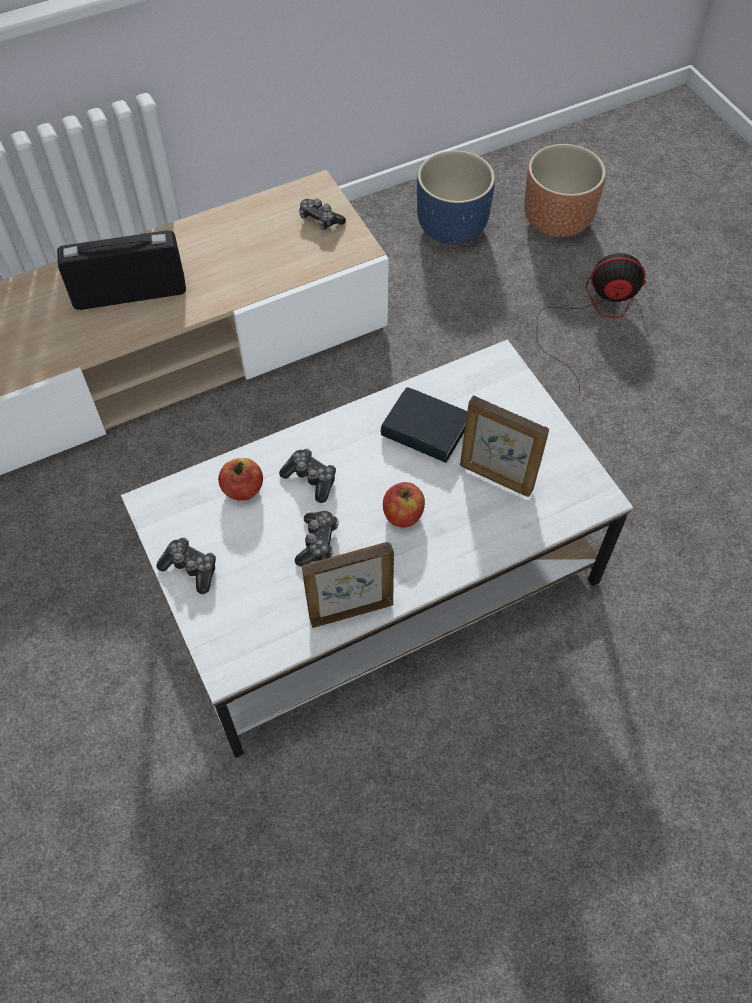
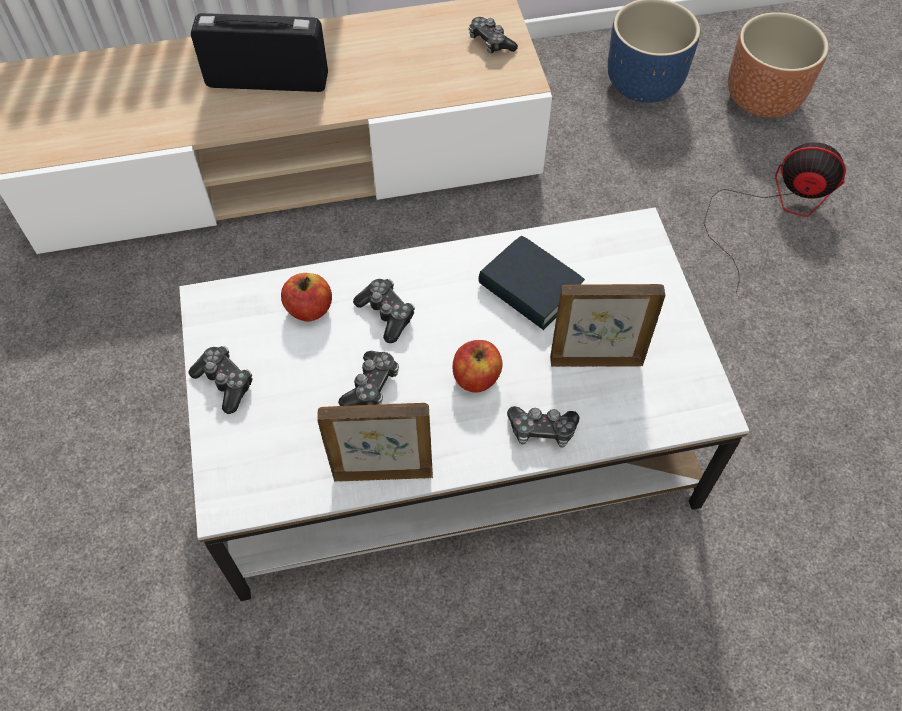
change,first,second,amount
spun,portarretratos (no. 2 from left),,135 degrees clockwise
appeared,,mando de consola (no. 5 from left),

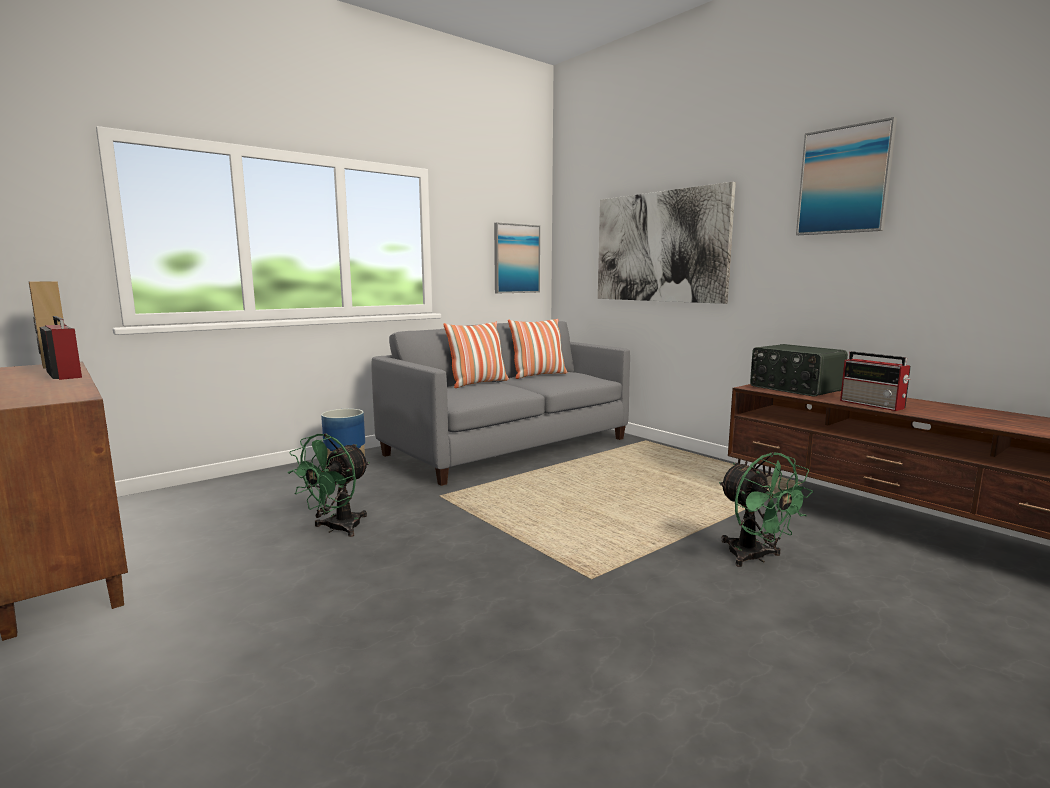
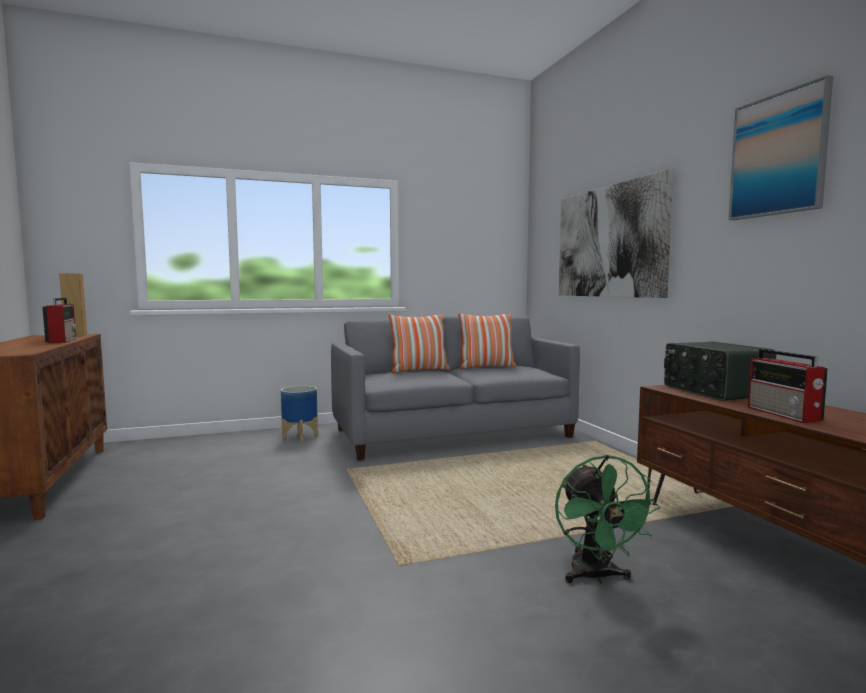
change,first,second,amount
missing,cuadro (no. 1 from left),,
missing,ventilador (verde) (no. 1 from left),,

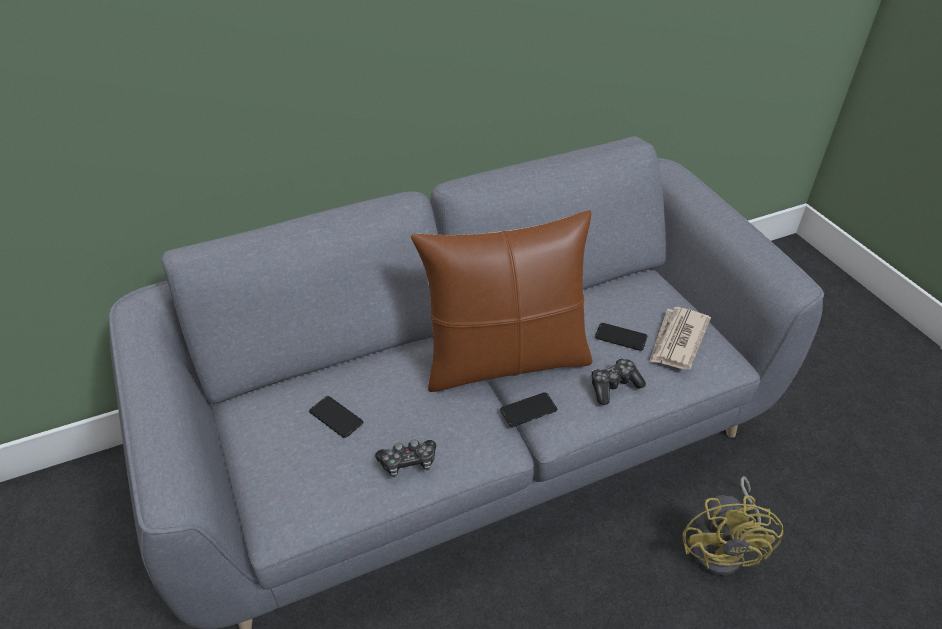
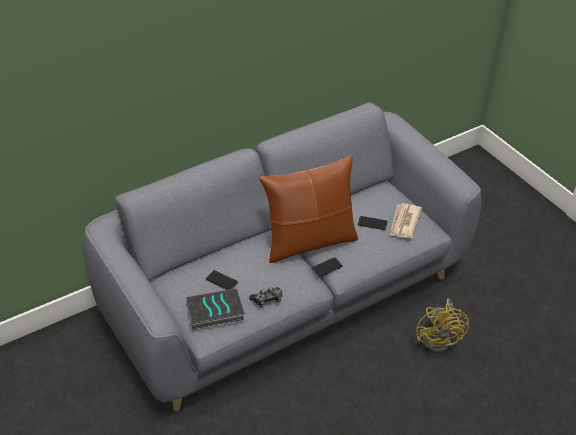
change,first,second,amount
missing,mando de consola (no. 2 from left),,
appeared,,libro,

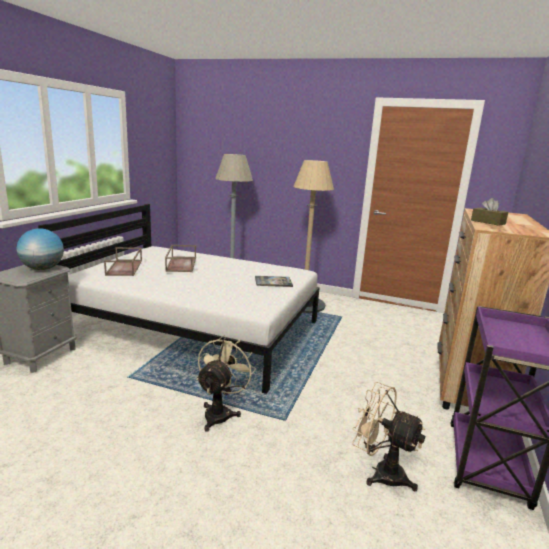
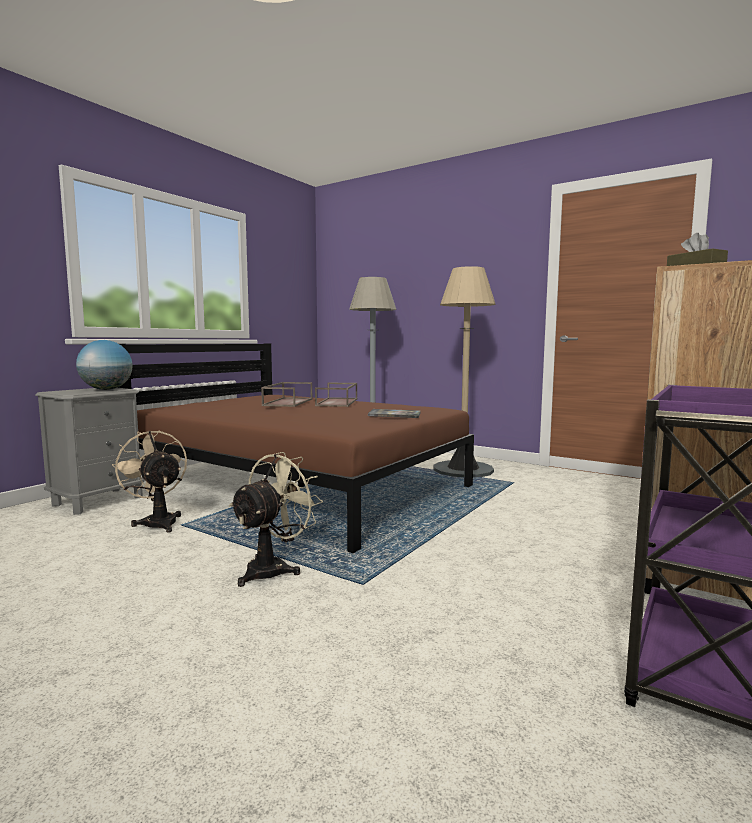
change,first,second,amount
colour,cama (blanco),cama (marrón),
relocated,bandeja (marrón) (no. 1 from left in the first image),bandeja (marrón) (no. 2 from left),
relocated,ventilador (beis) (no. 2 from left in the first image),ventilador (beis) (no. 1 from left),

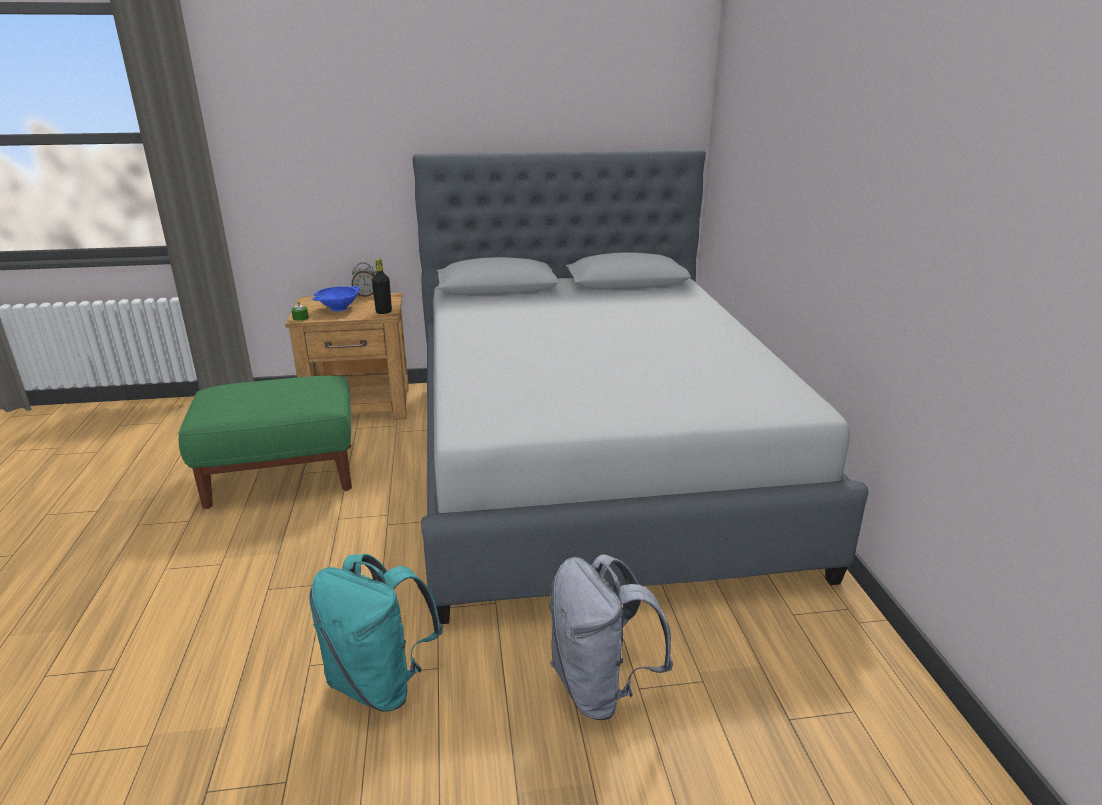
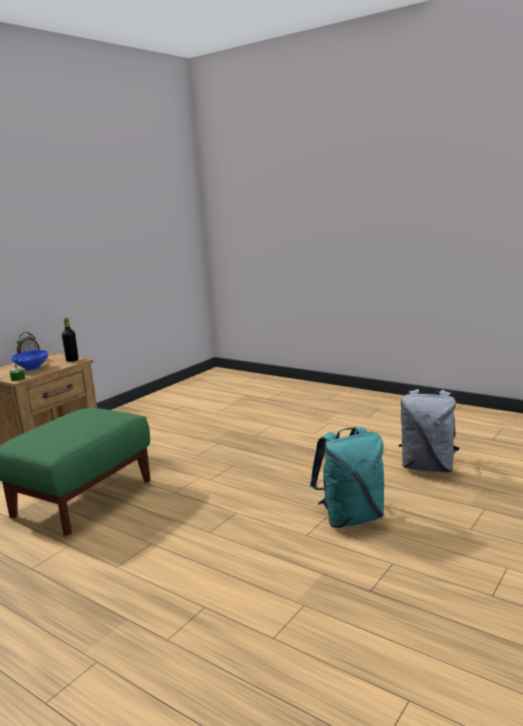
change,first,second,amount
missing,cama (gris),,

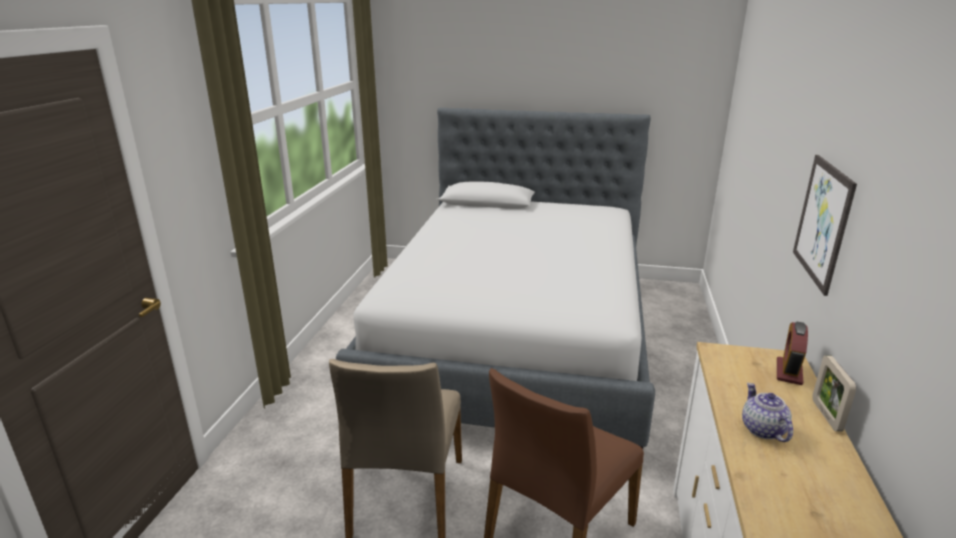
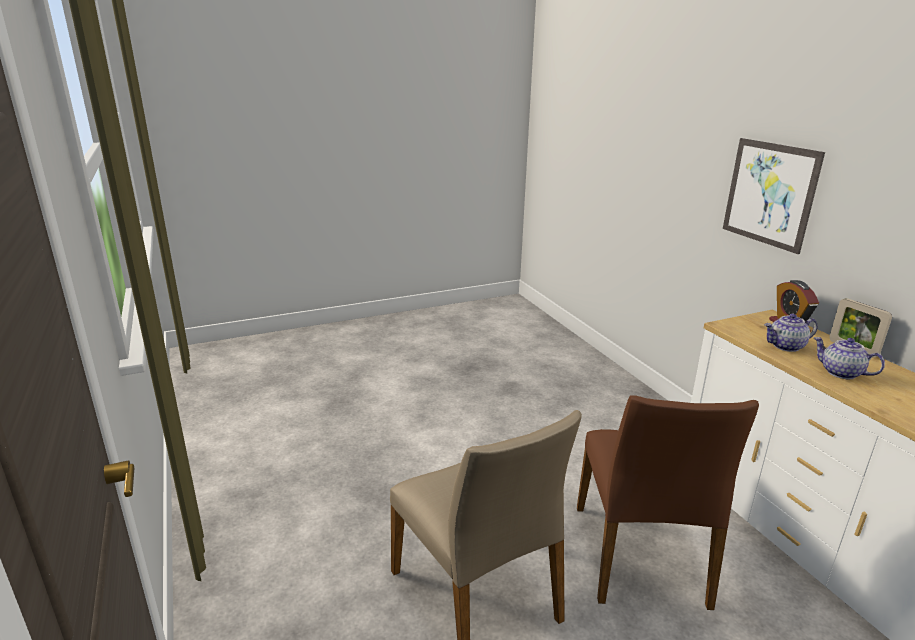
change,first,second,amount
missing,cama,,
appeared,,tetera (no. 1 from left),

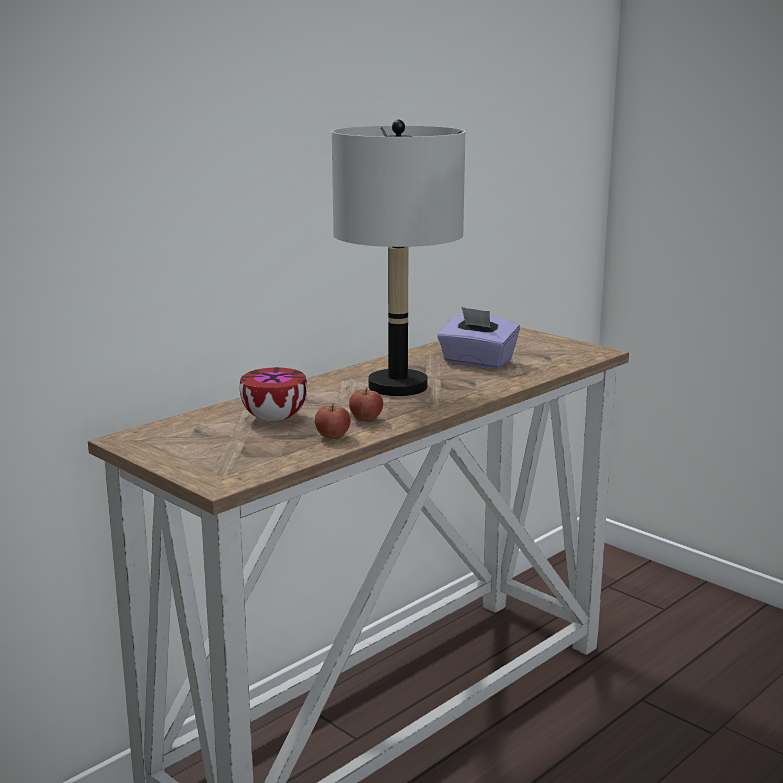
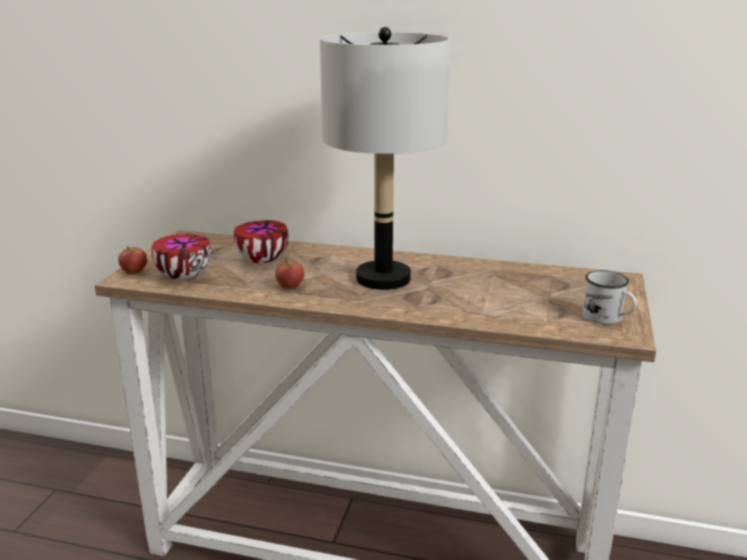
change,first,second,amount
missing,caja de pañuelos (morado),,
relocated,manzana (no. 1 from left),,
appeared,,cuenco (no. 1 from left),
appeared,,taza grande (blanco),

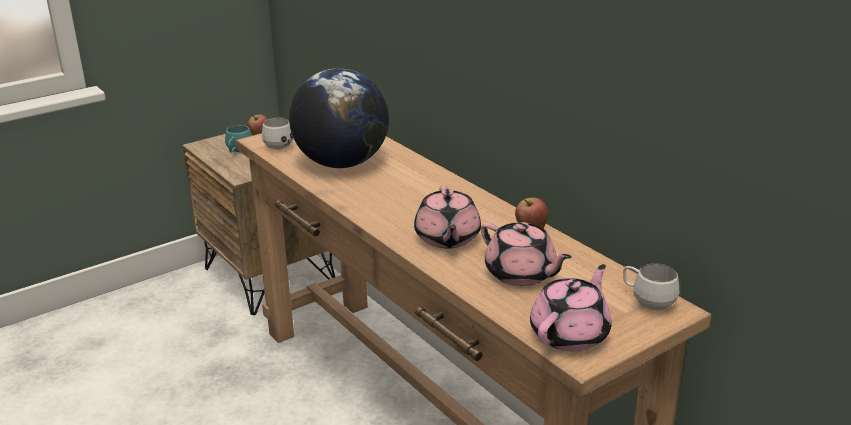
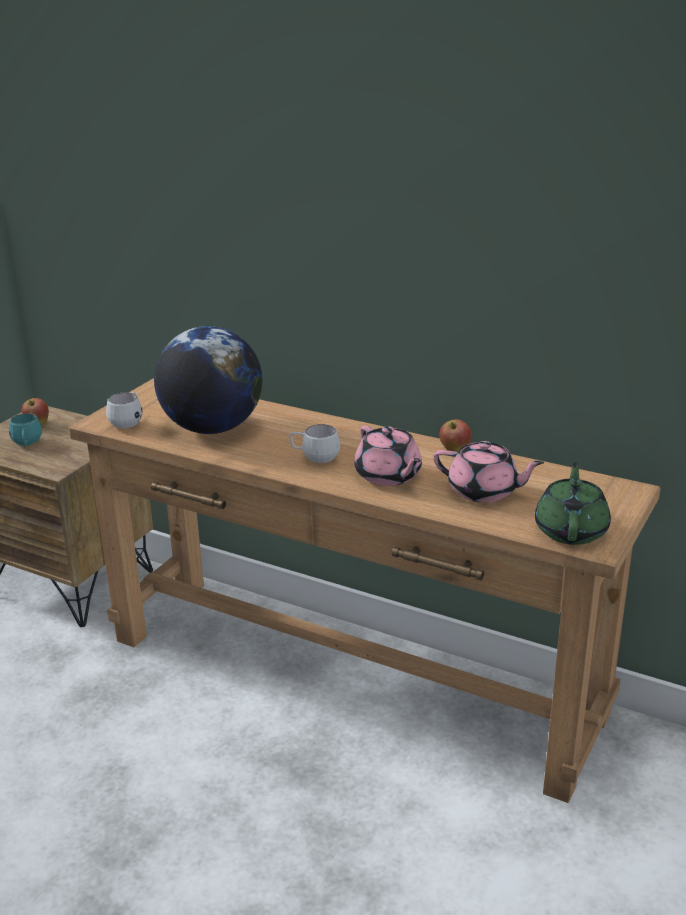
change,first,second,amount
relocated,taza grande (blanco) (no. 2 from left),,
colour,tetera (rosa) (no. 3 from left),tetera (verde),

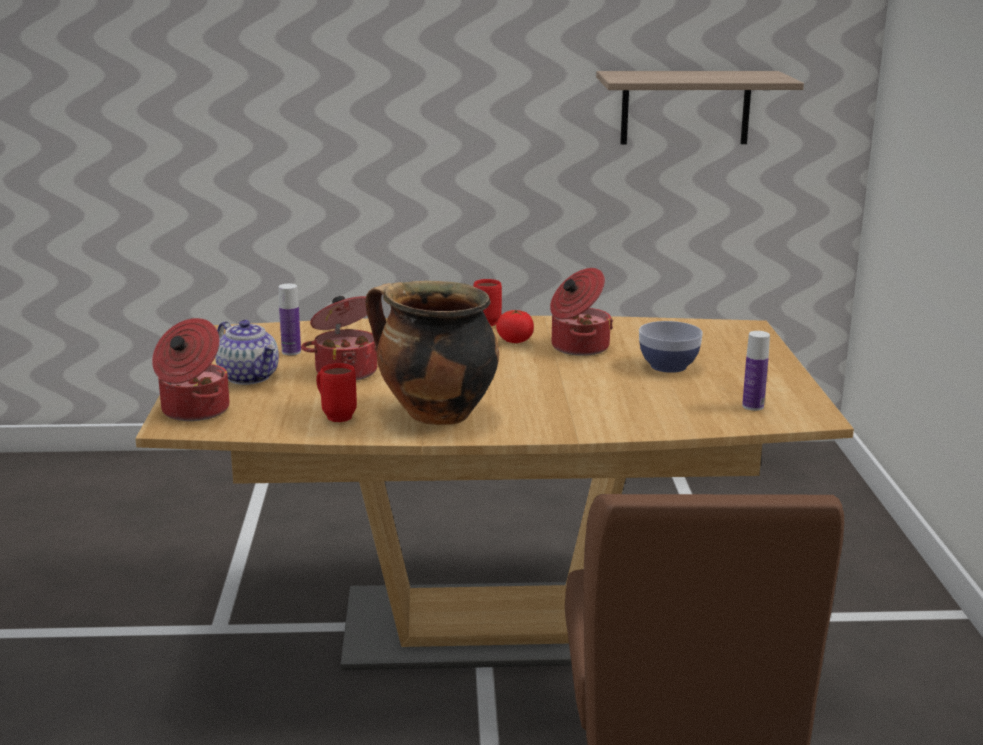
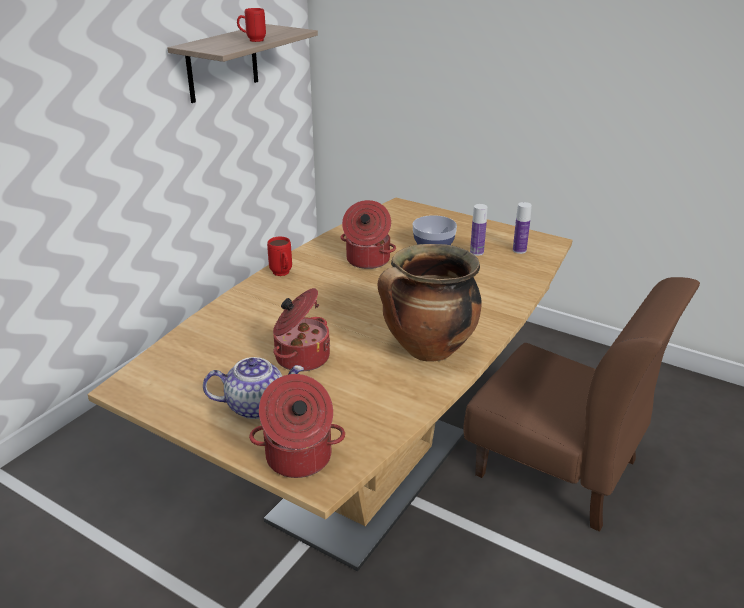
change,first,second,amount
relocated,botella (no. 1 from left),,
missing,tomate,,
relocated,taza grande (rojo) (no. 1 from left),,

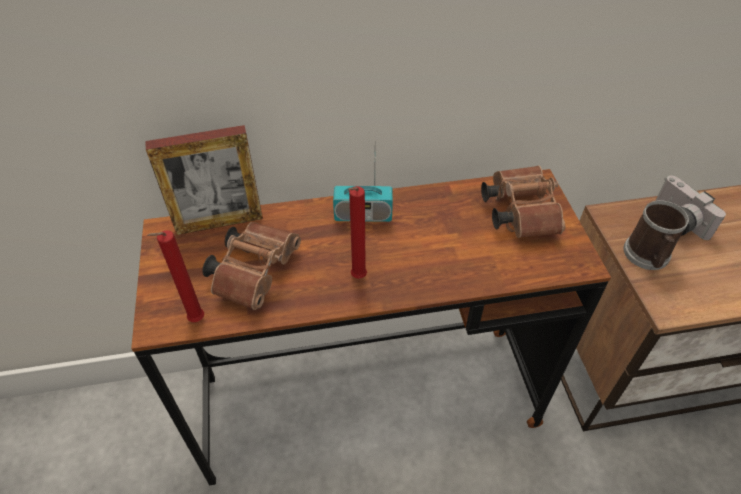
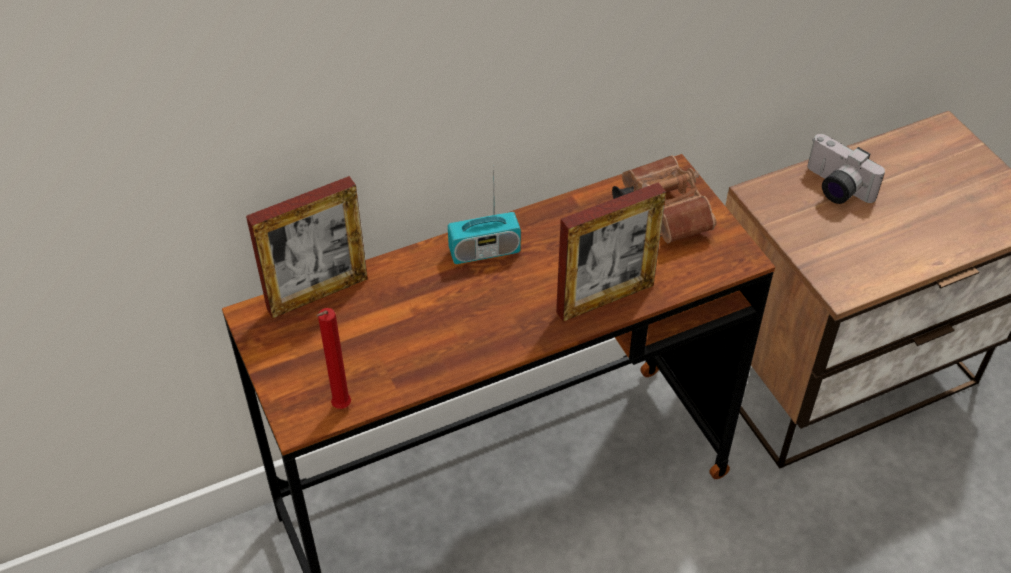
change,first,second,amount
missing,vela (rojo) (no. 2 from left),,
missing,taza grande,,
missing,prismáticos (marrón) (no. 1 from left),,
appeared,,portarretratos (no. 2 from left),

